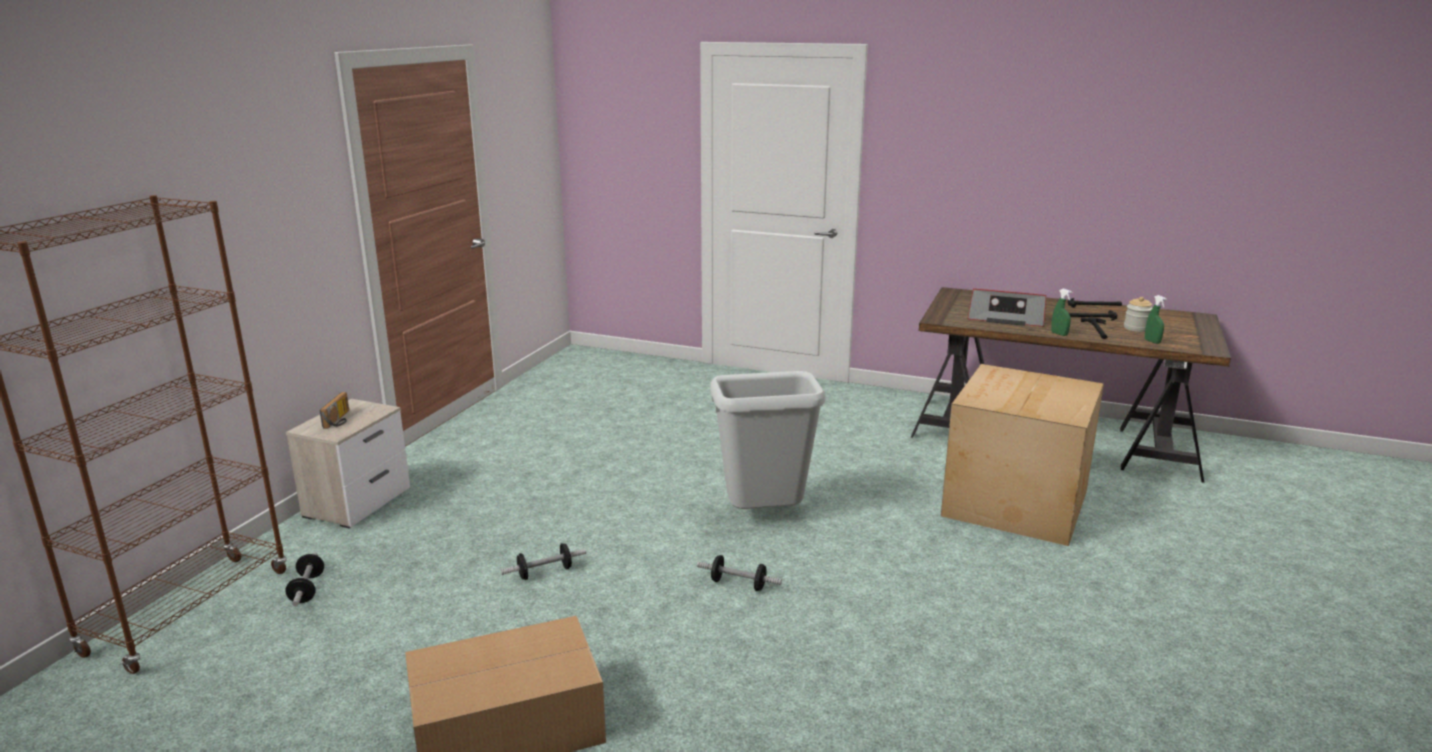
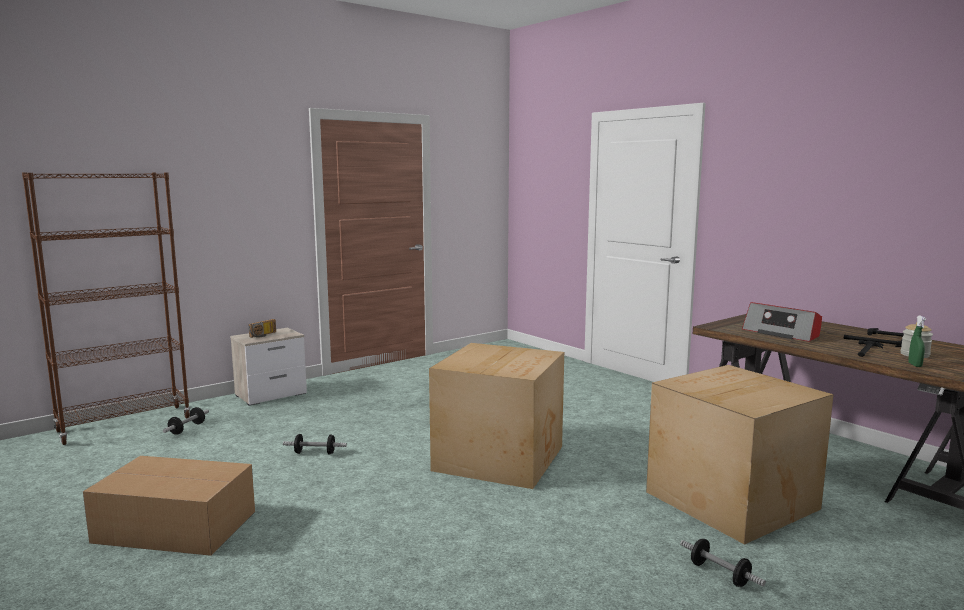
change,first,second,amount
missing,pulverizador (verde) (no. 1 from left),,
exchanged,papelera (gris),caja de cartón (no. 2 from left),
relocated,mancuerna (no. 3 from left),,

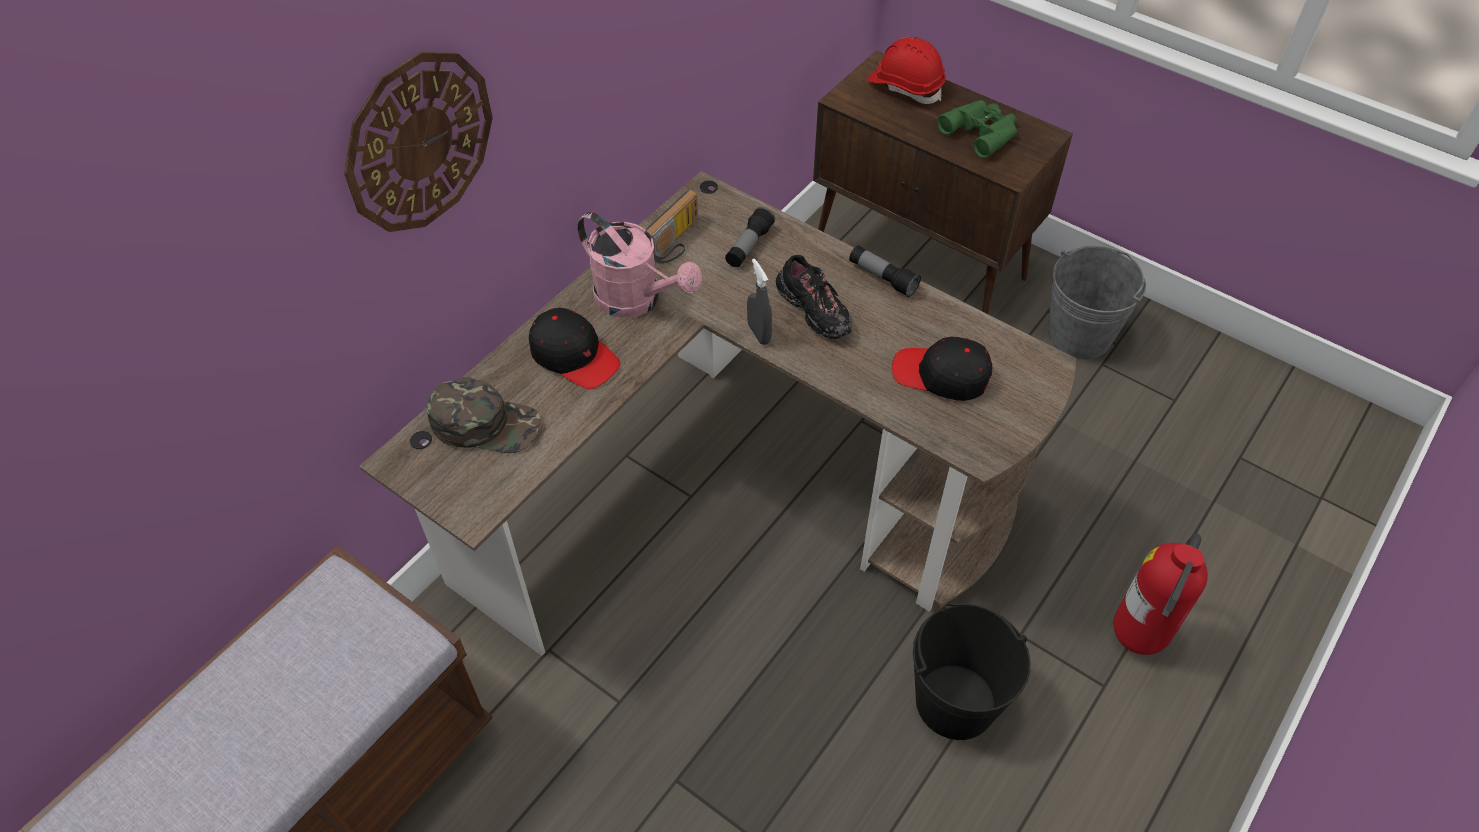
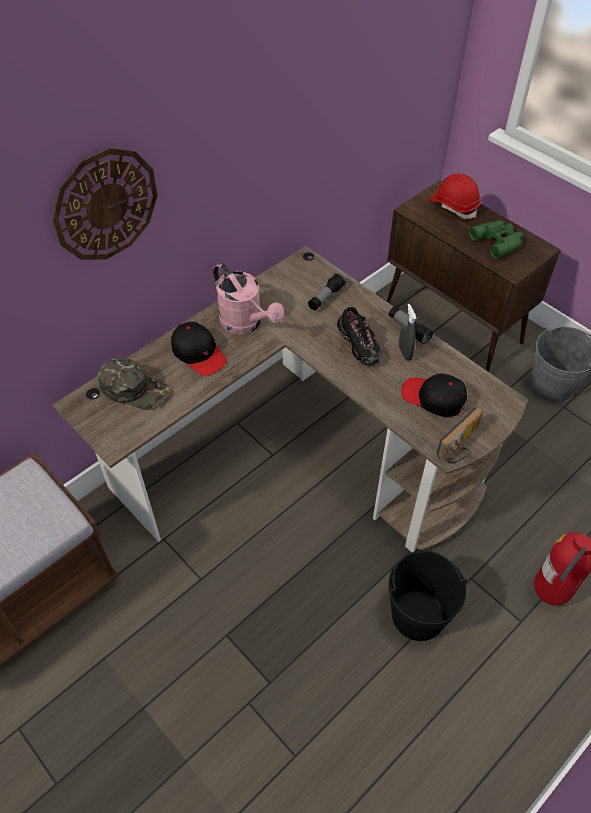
change,first,second,amount
relocated,radio,,
relocated,pulverizador (gris),,

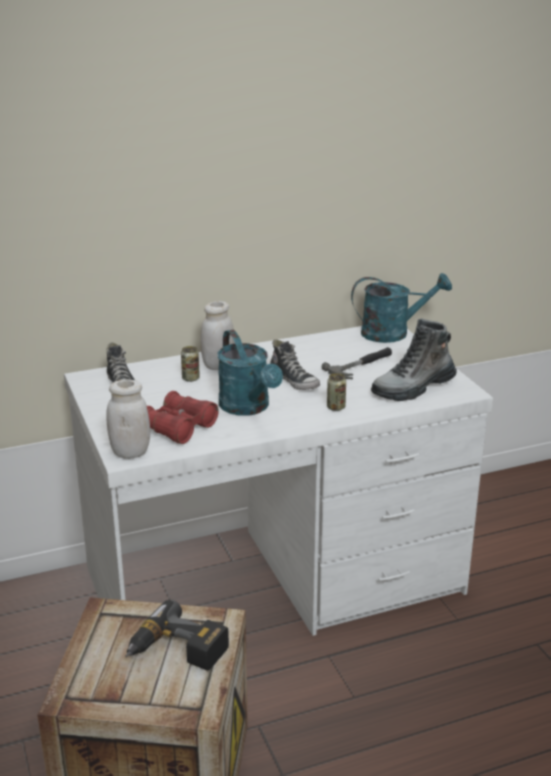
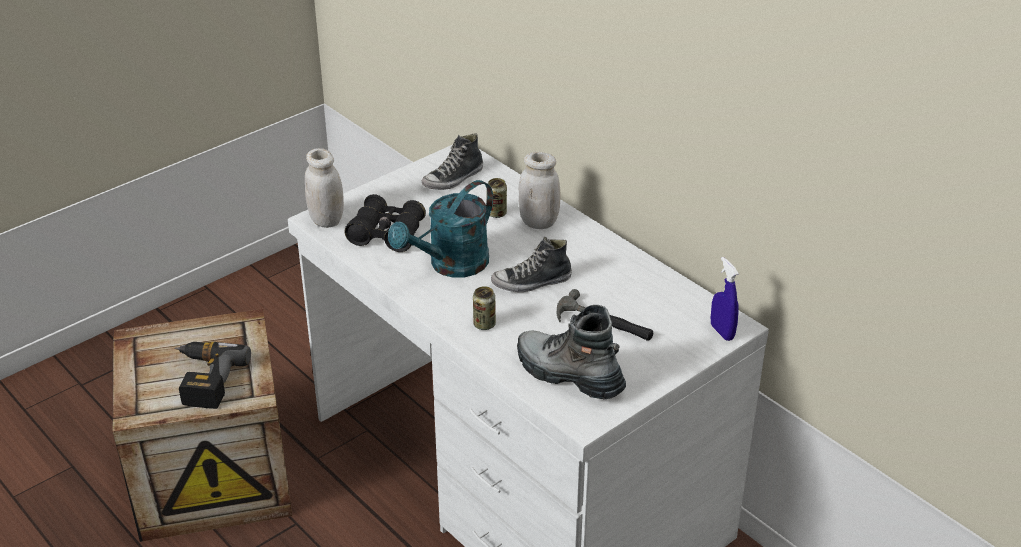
change,first,second,amount
exchanged,regadera (turquesa) (no. 2 from left),pulverizador (azul),
spun,zapato (no. 2 from left),,45 degrees clockwise
colour,prismáticos (rojo),prismáticos (negro),

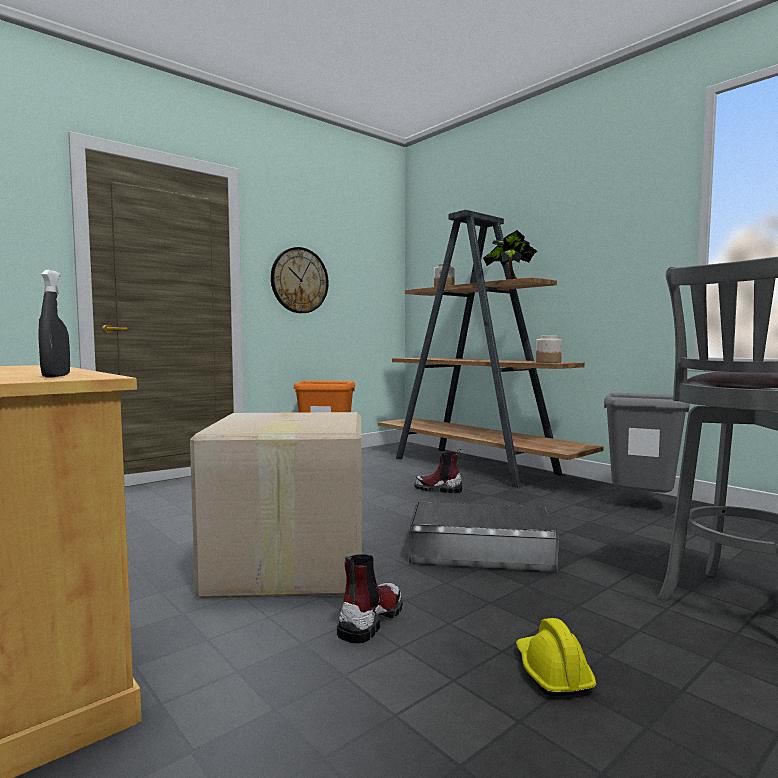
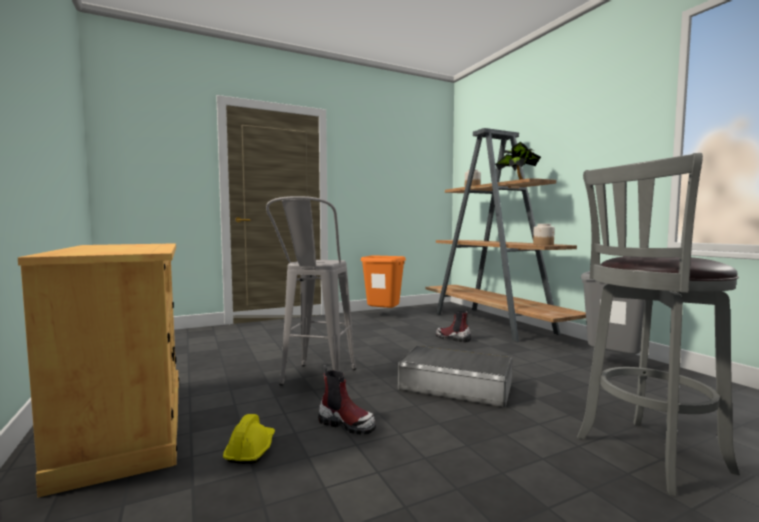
change,first,second,amount
missing,reloj de pared,,
missing,pulverizador (gris),,
exchanged,caja de cartón,taburete (gris) (no. 1 from left),
spun,bota (no. 1 from left),,75 degrees clockwise
relocated,casco (amarillo),,

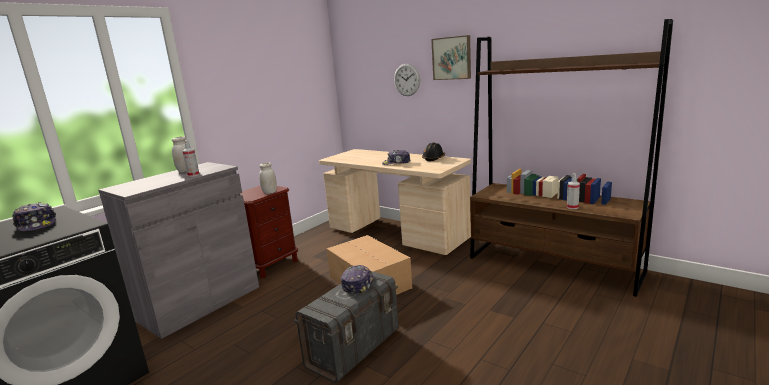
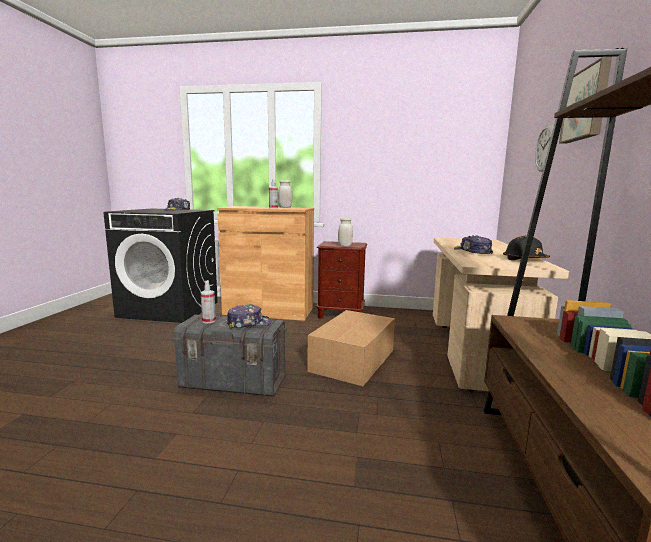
change,first,second,amount
colour,armario (gris),armario (marrón),
relocated,pulverizador (no. 2 from left in the first image),pulverizador (no. 1 from left),

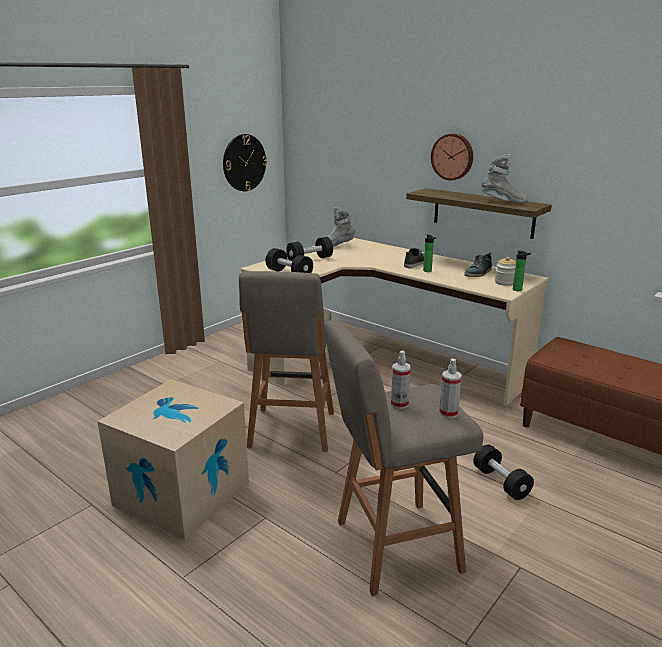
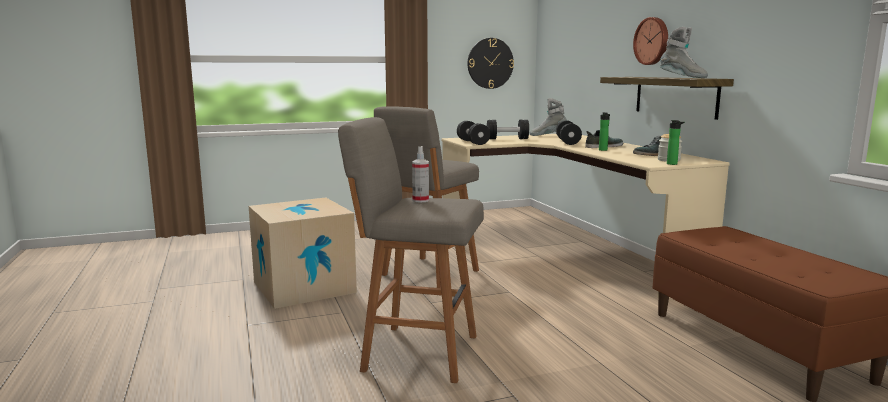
change,first,second,amount
missing,pulverizador (no. 2 from left),,
relocated,mancuerna (negro) (no. 3 from left),,

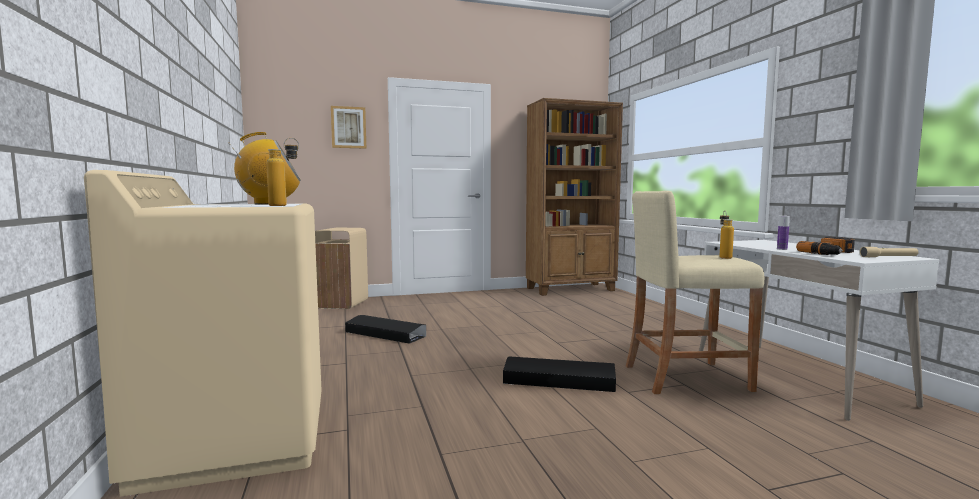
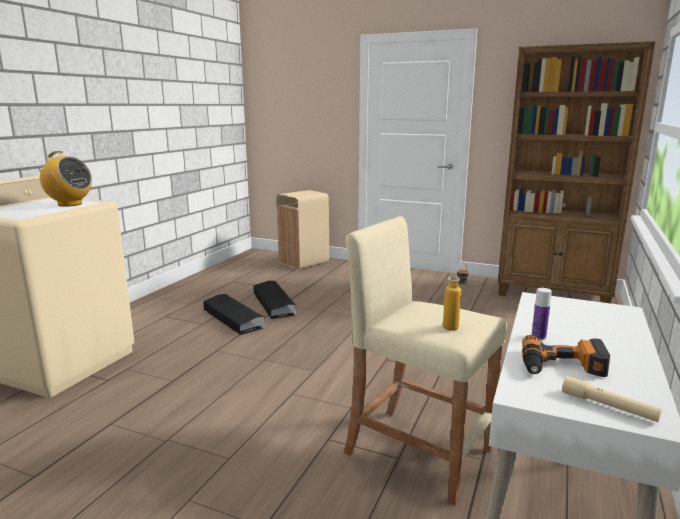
change,first,second,amount
missing,cuadro,,
missing,botella (no. 1 from left),,
relocated,caja de almacenaje (negro) (no. 2 from left in the first image),caja de almacenaje (negro) (no. 1 from left),

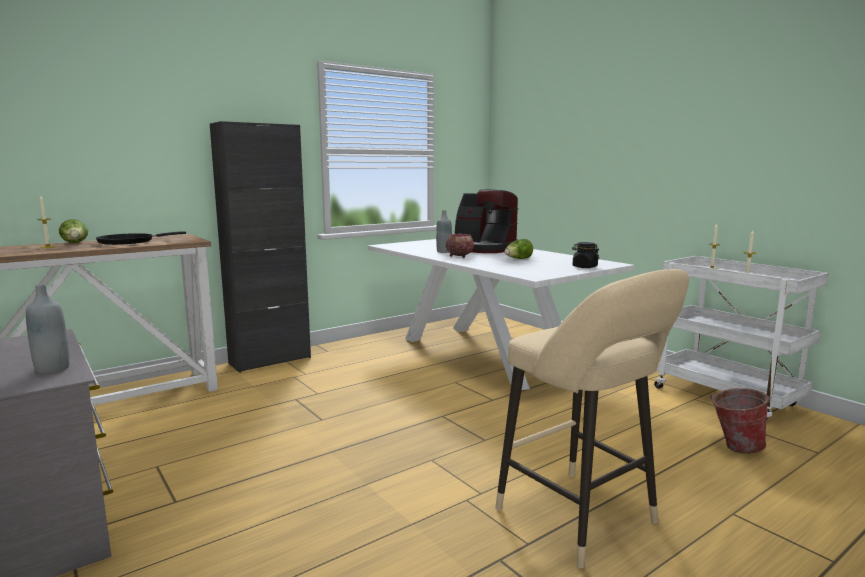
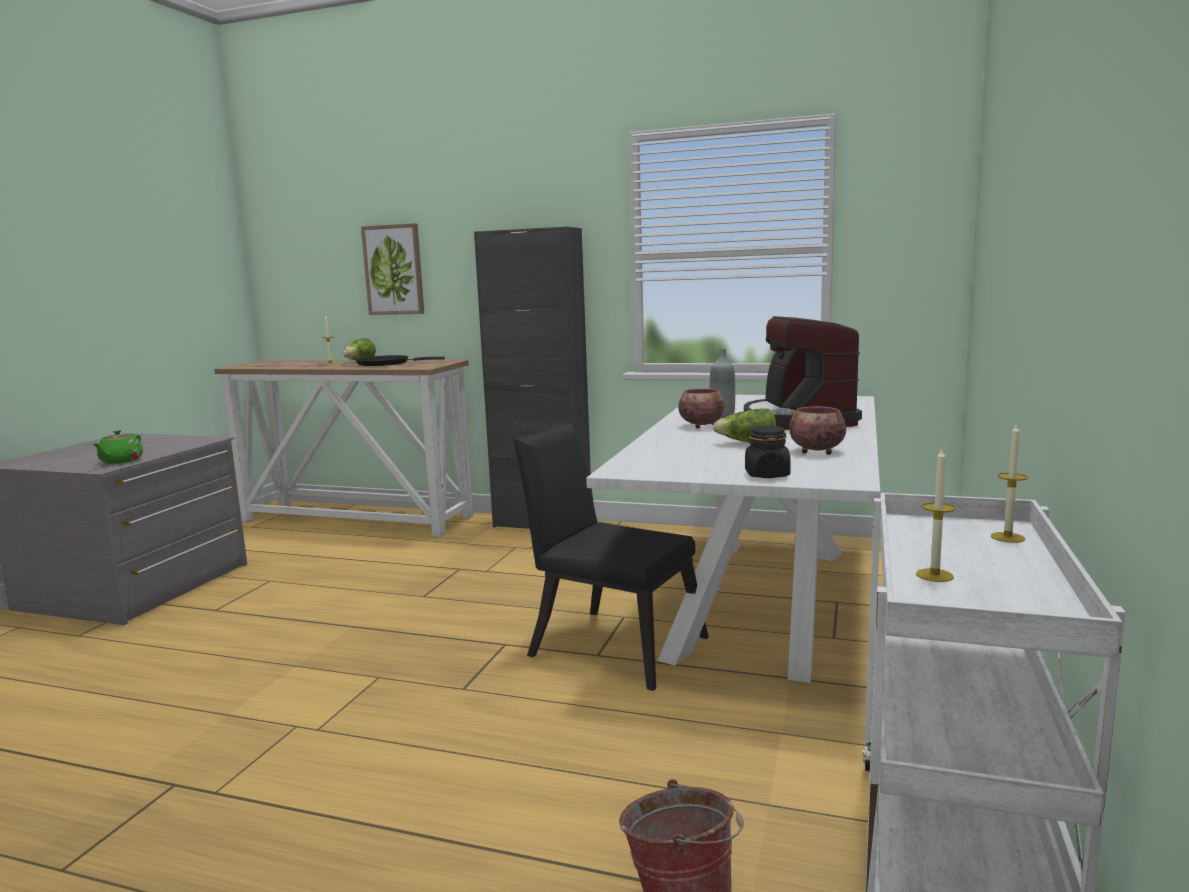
change,first,second,amount
missing,taburete (beis),,
exchanged,botella (gris) (no. 1 from left),tetera (verde),
appeared,,cuadro,
appeared,,cuenco (no. 2 from left),
appeared,,silla (negro),

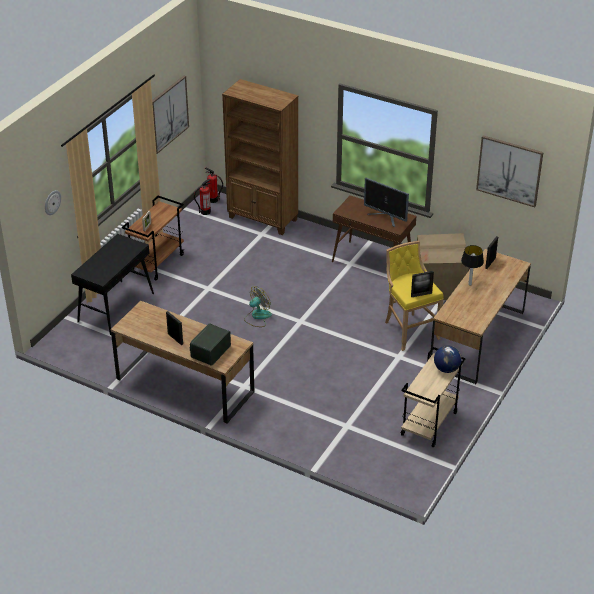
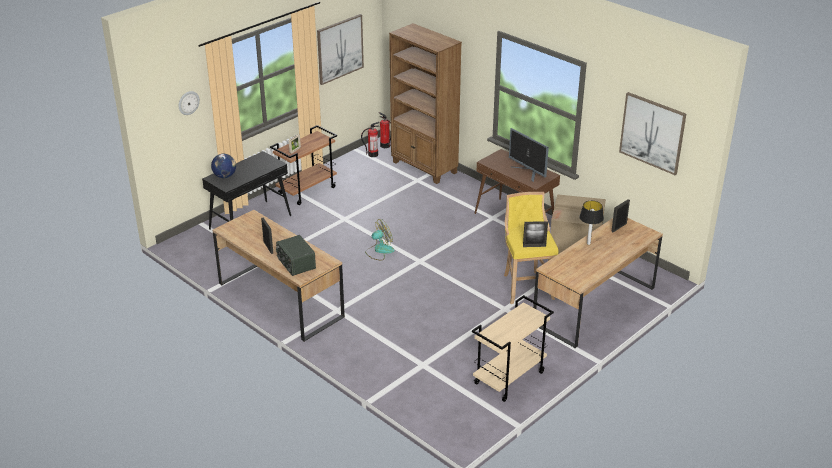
change,first,second,amount
spun,radio,,75 degrees counterclockwise
relocated,globo terráqueo,,

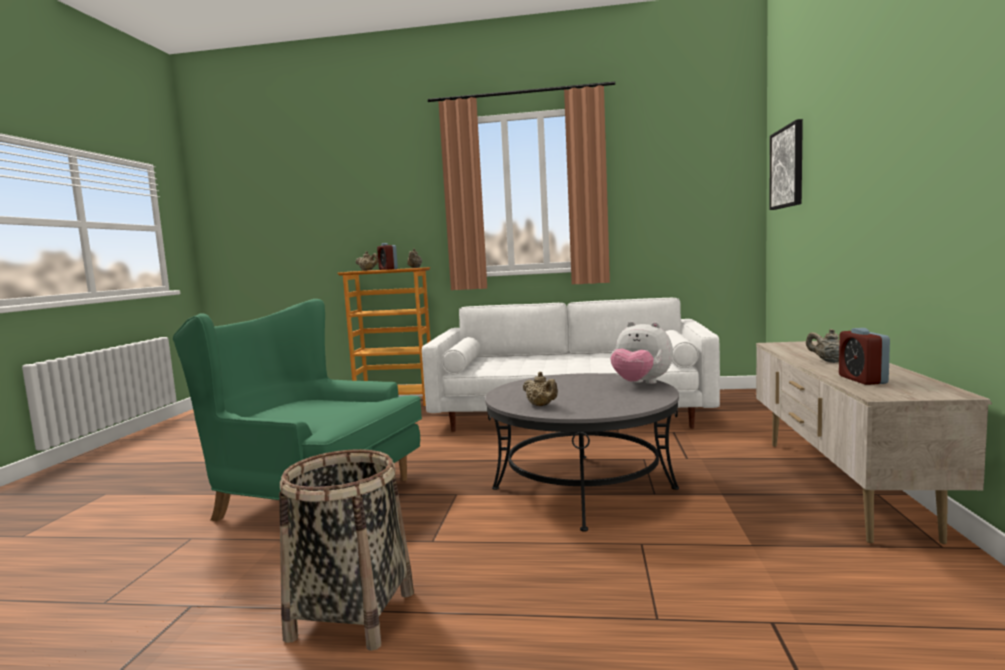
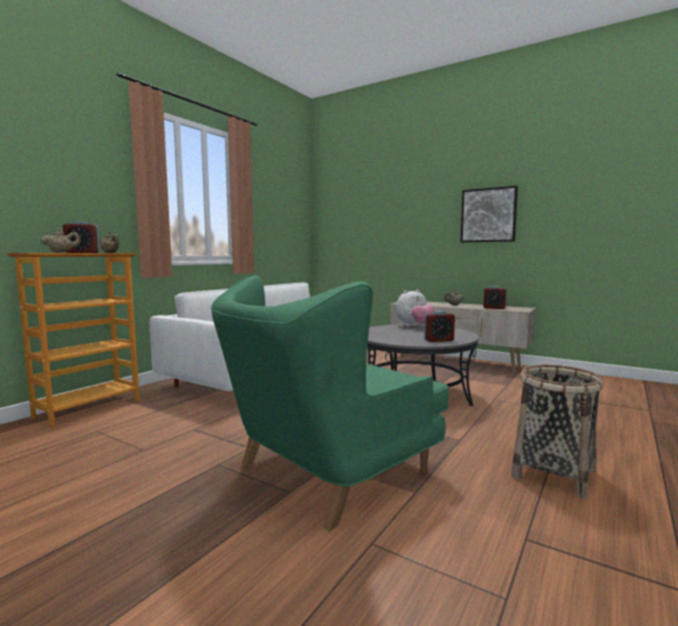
change,first,second,amount
relocated,cuadro,,
exchanged,tetera (beis) (no. 3 from left),despertador (no. 2 from left),

